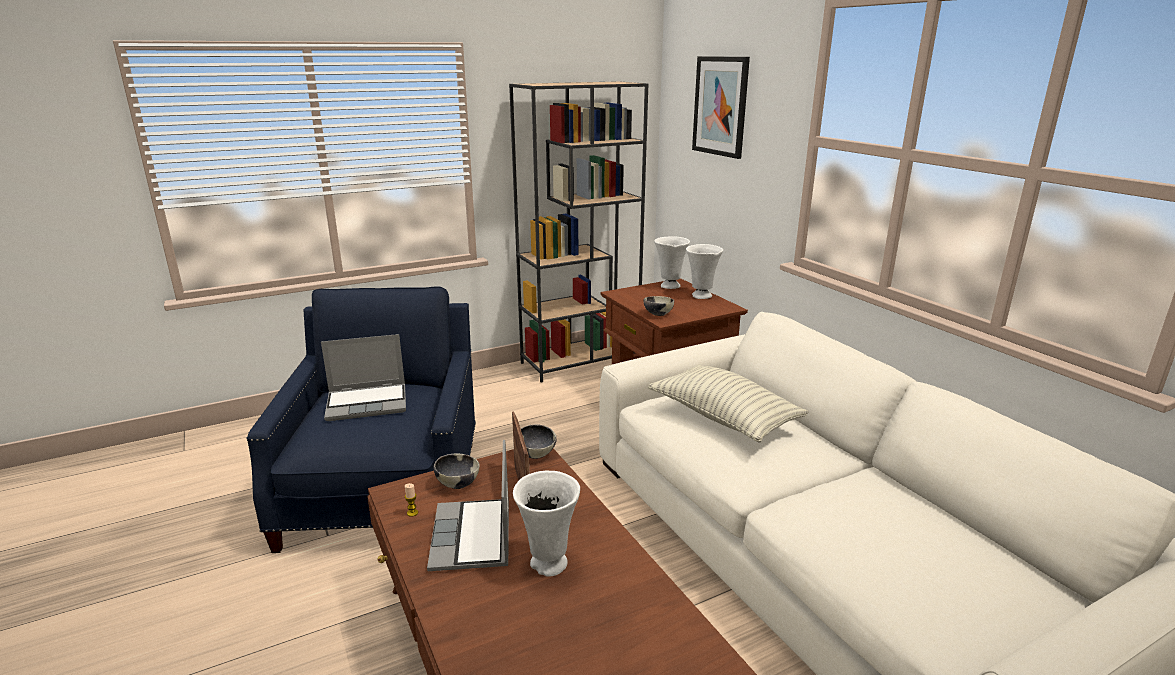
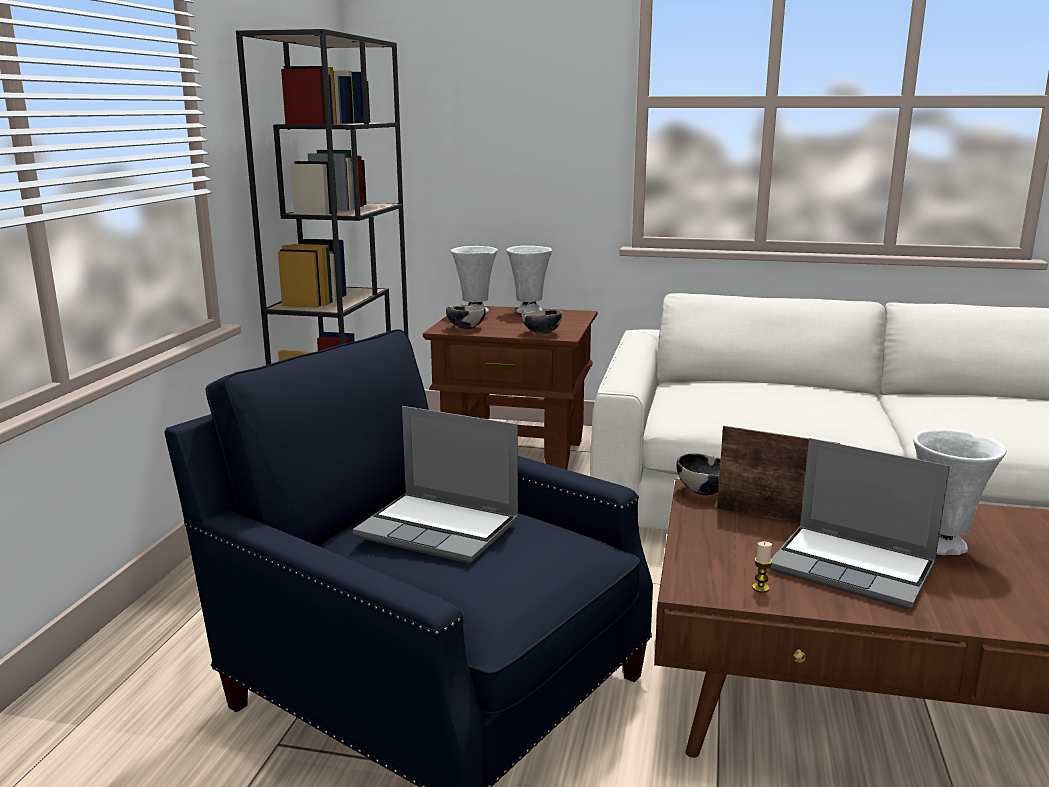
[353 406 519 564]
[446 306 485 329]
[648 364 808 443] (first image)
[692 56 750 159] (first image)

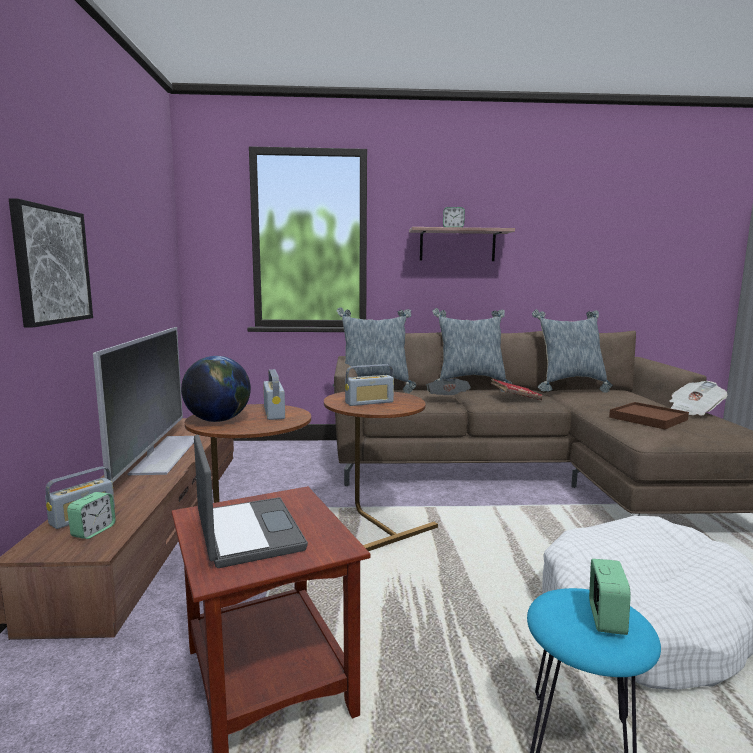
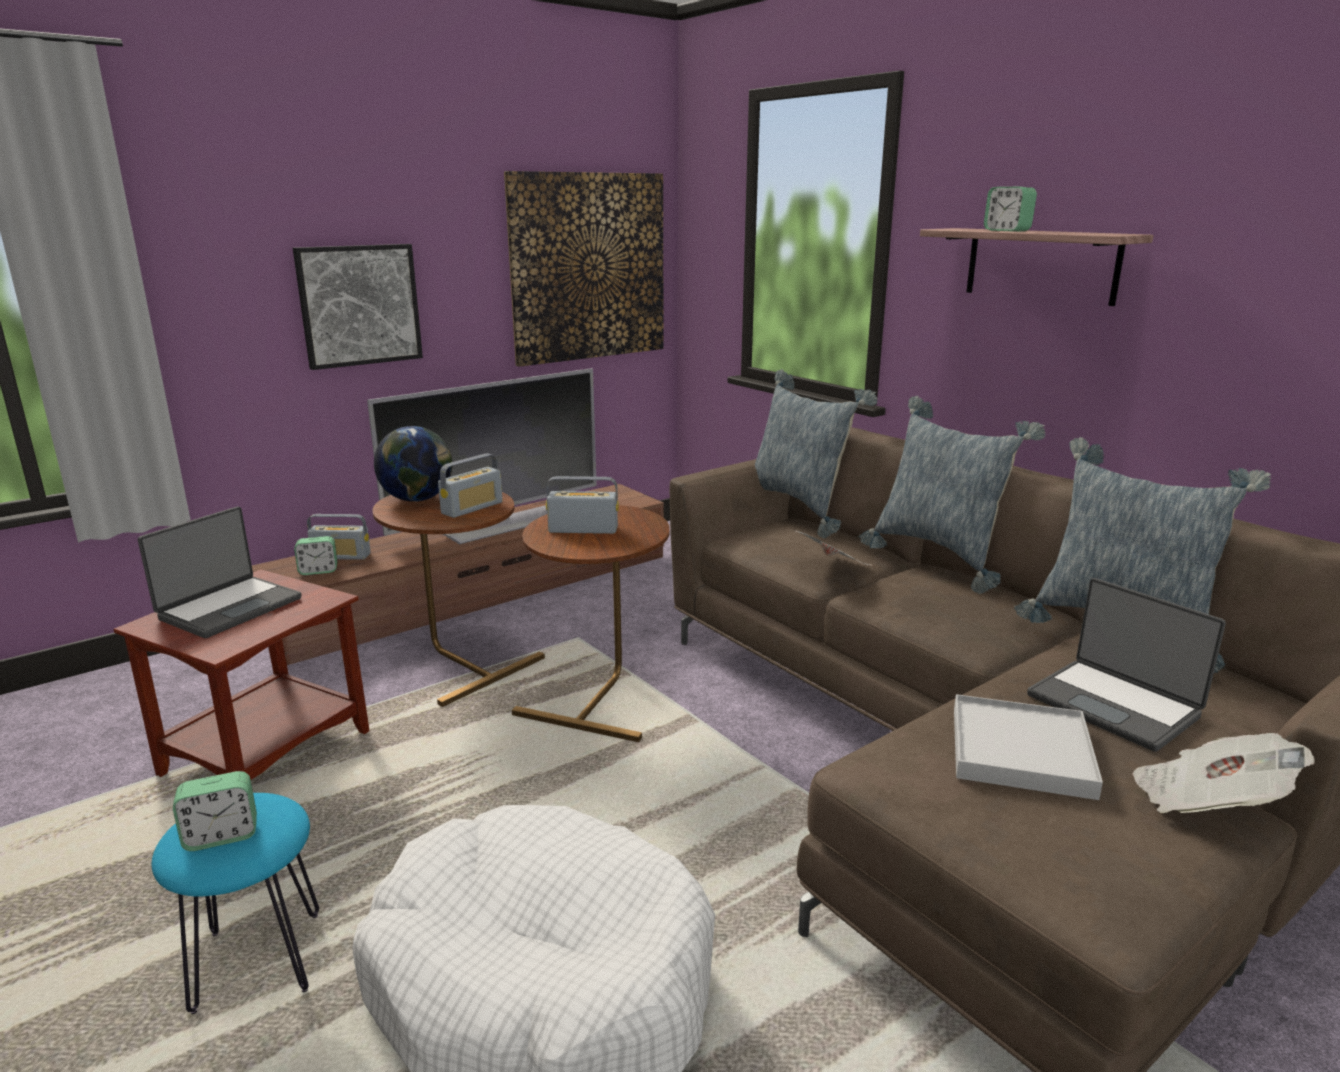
[504 171 664 367]
[546 476 619 534]
[954 694 1103 800]
[1027 578 1226 752]
[491 379 542 400] (first image)

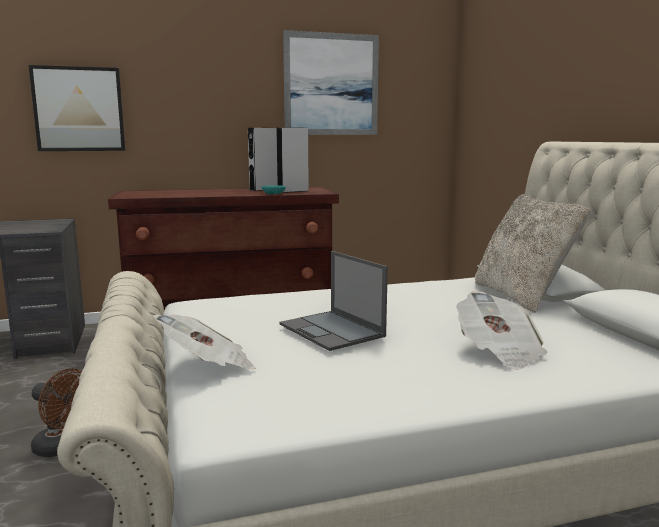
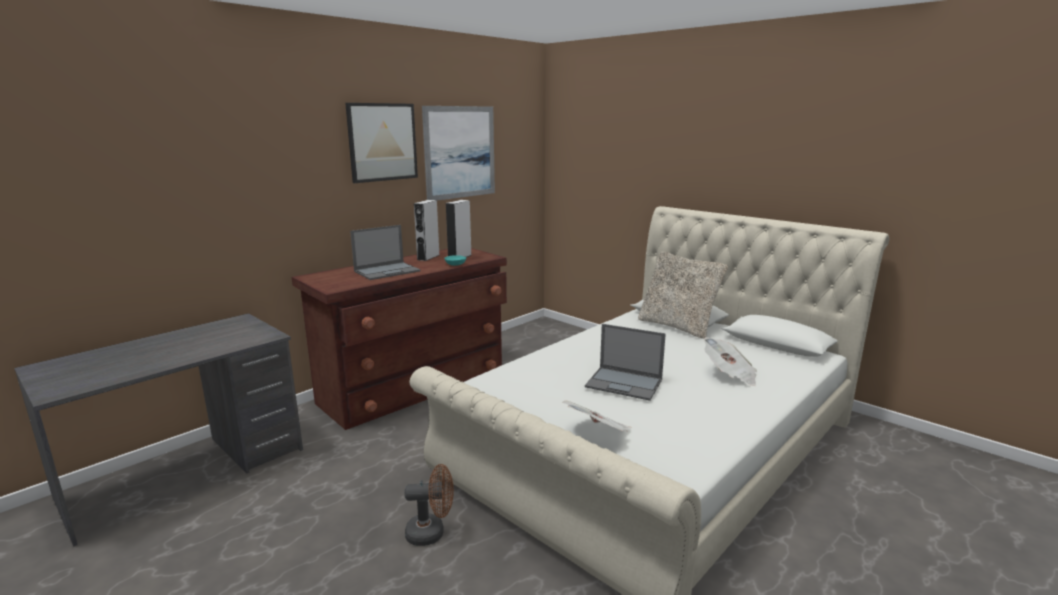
[345 103 418 183]
[350 225 421 280]

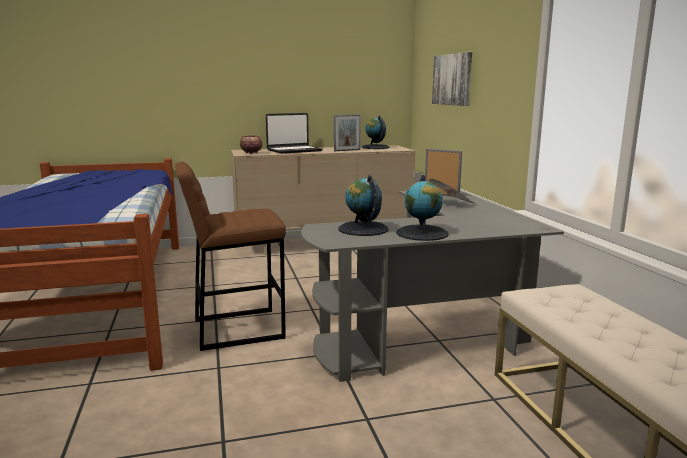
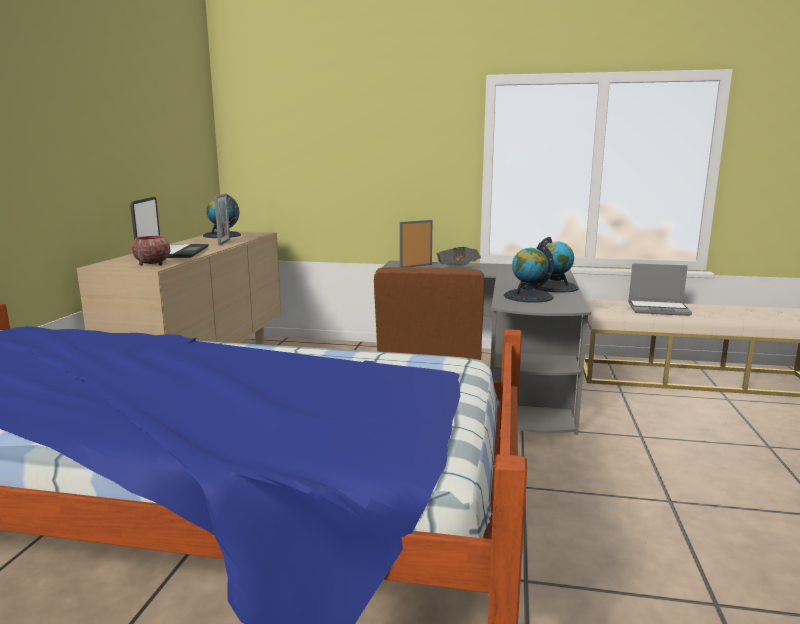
[628 263 692 316]
[432 52 472 106] (first image)

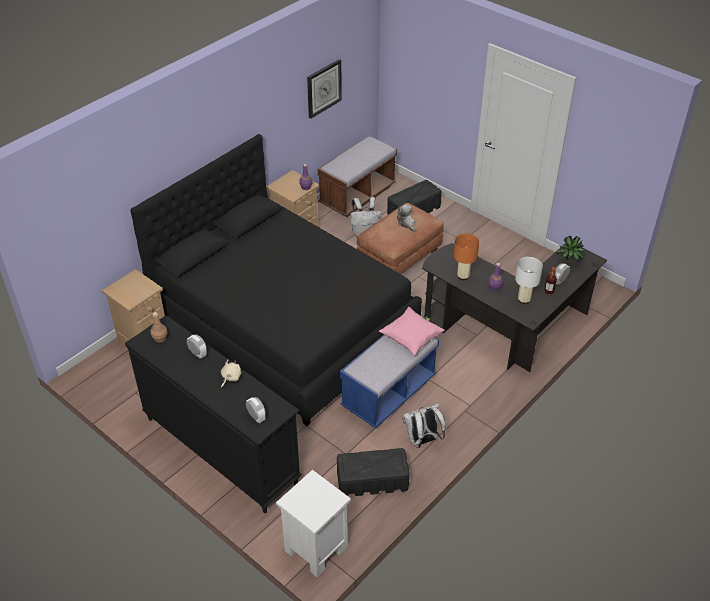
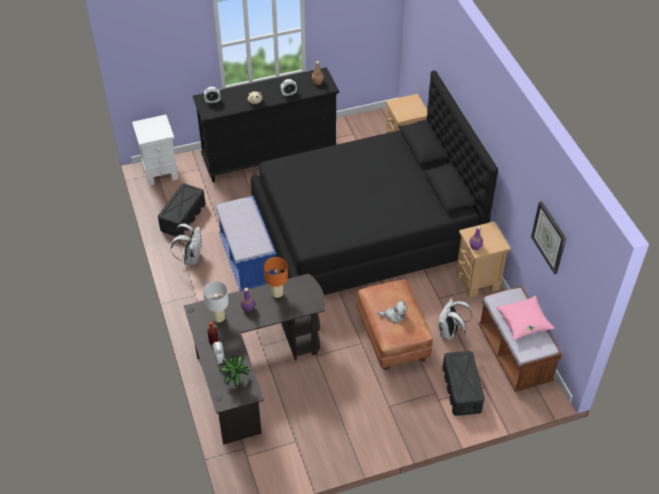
[496 295 555 340]

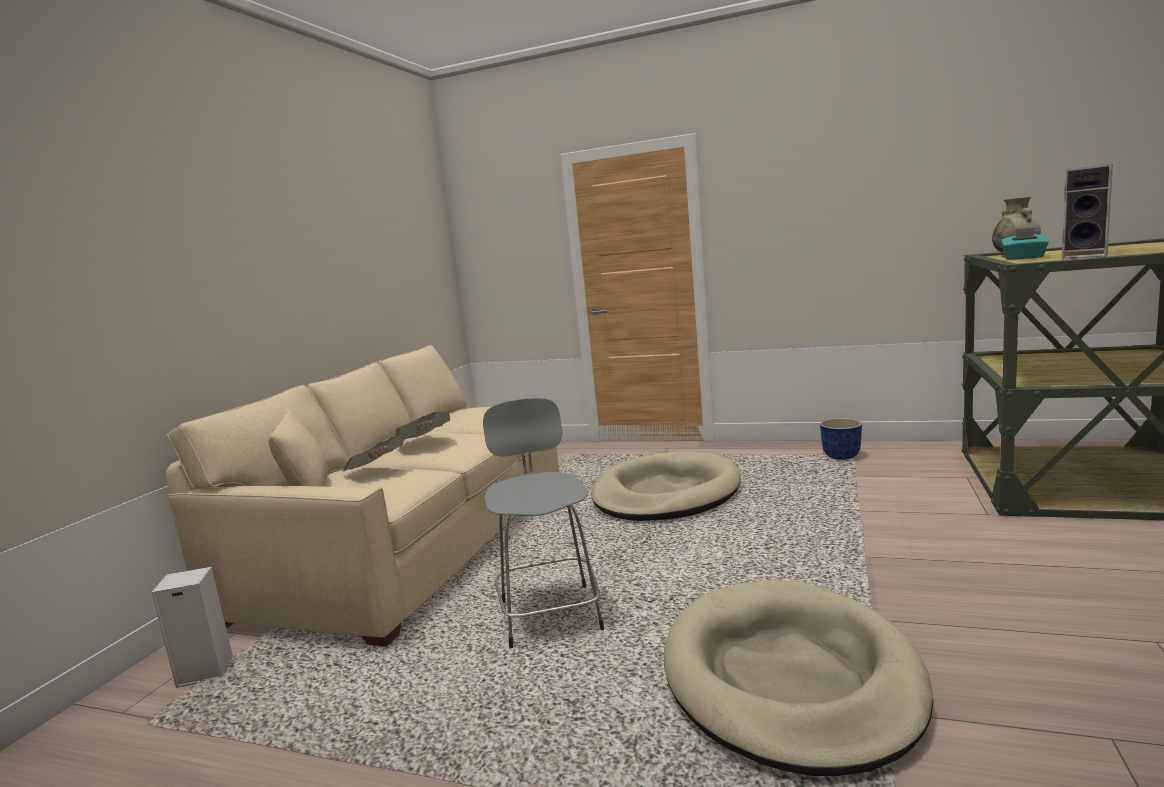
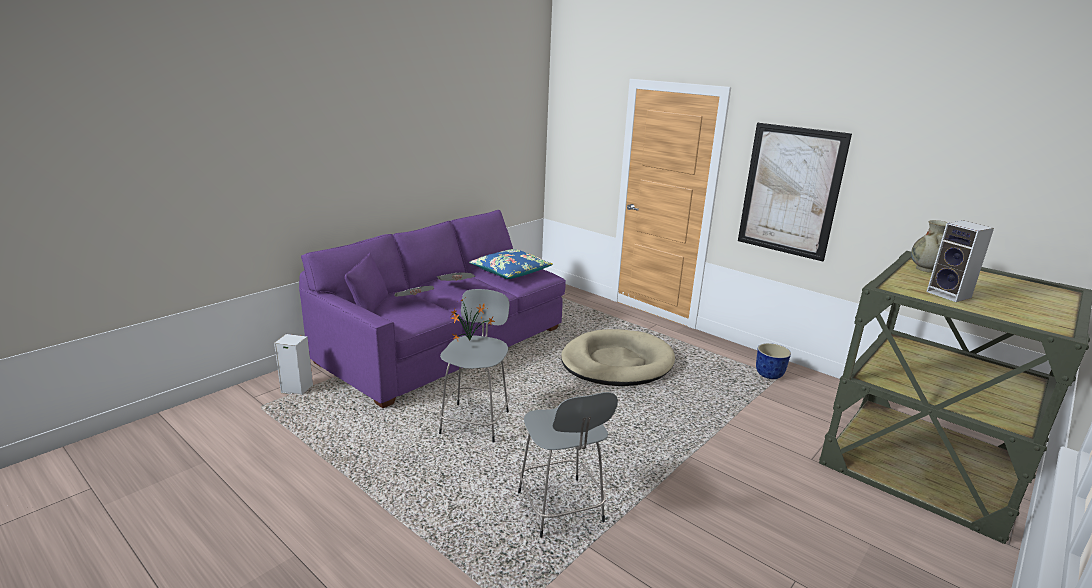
[299 210 566 408]
[450 299 495 341]
[469 249 553 279]
[518 392 618 538]
[738 123 852 262]
[1001 228 1049 260] (first image)

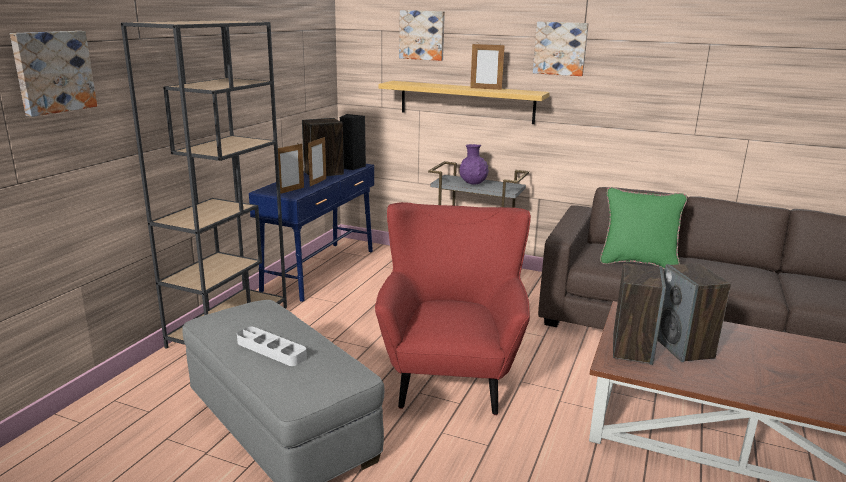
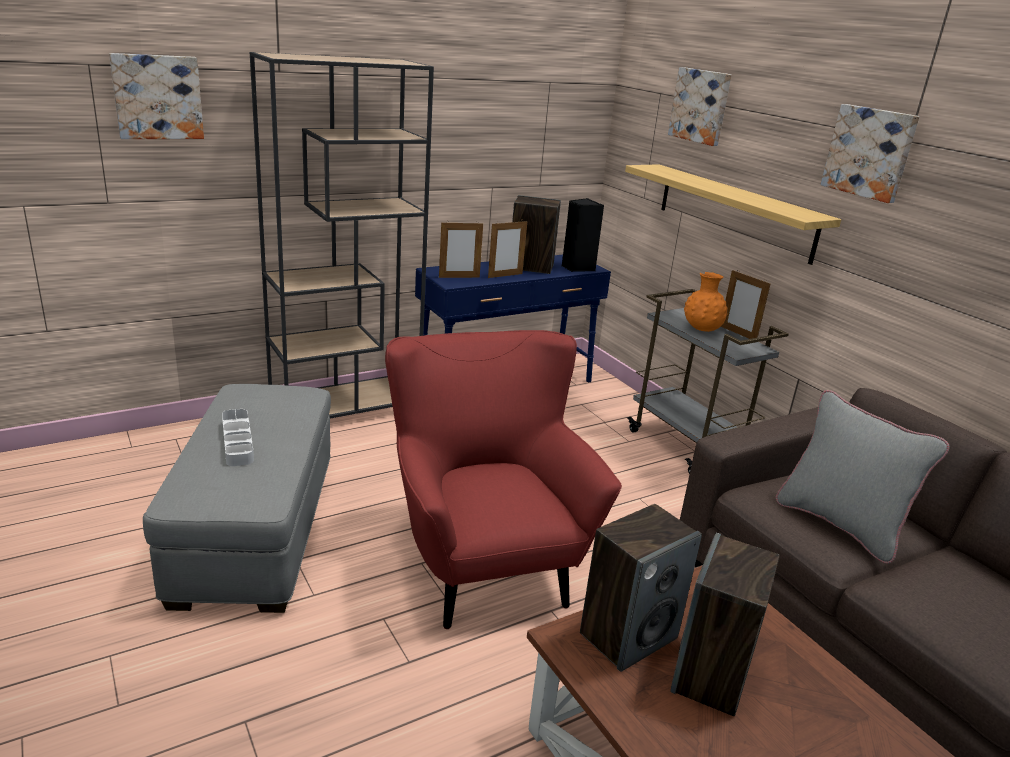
[385 330 622 629]
[684 272 728 332]
[721 270 770 339]
[775 390 949 564]

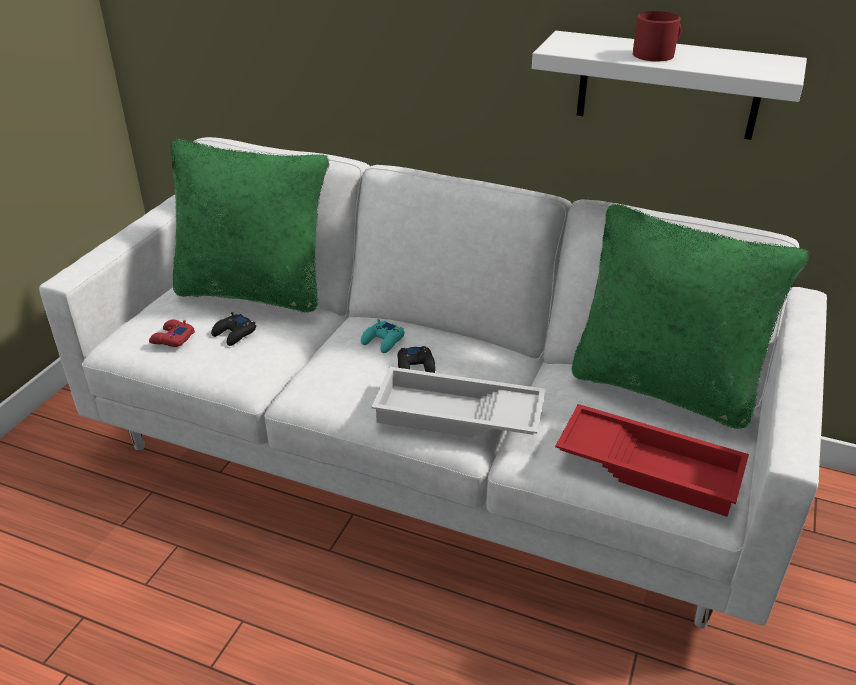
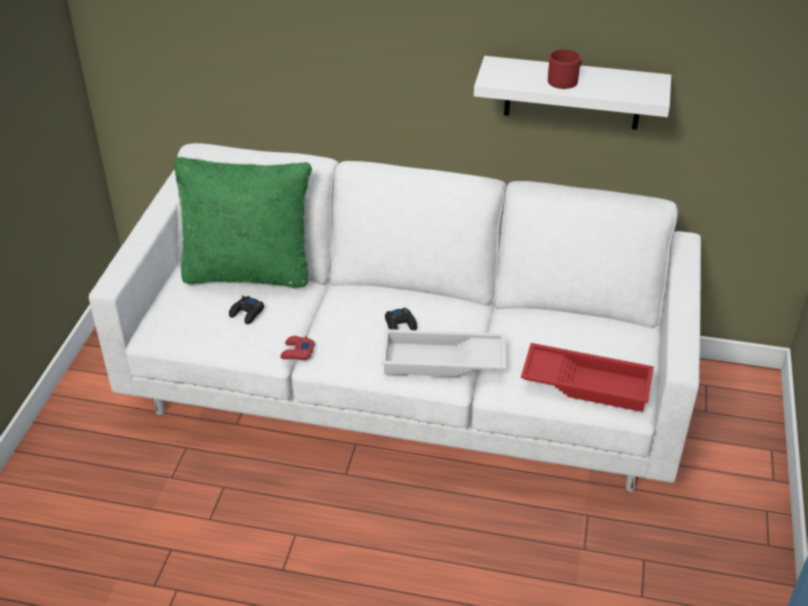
[280 336 315 360]
[361 319 405 353] (first image)
[571 203 810 430] (first image)

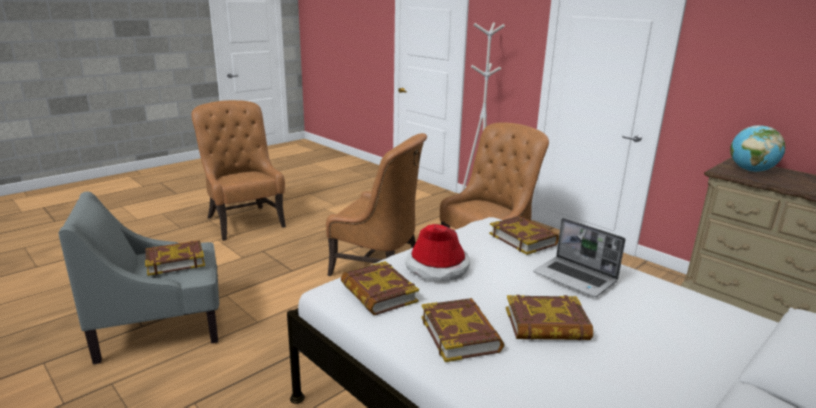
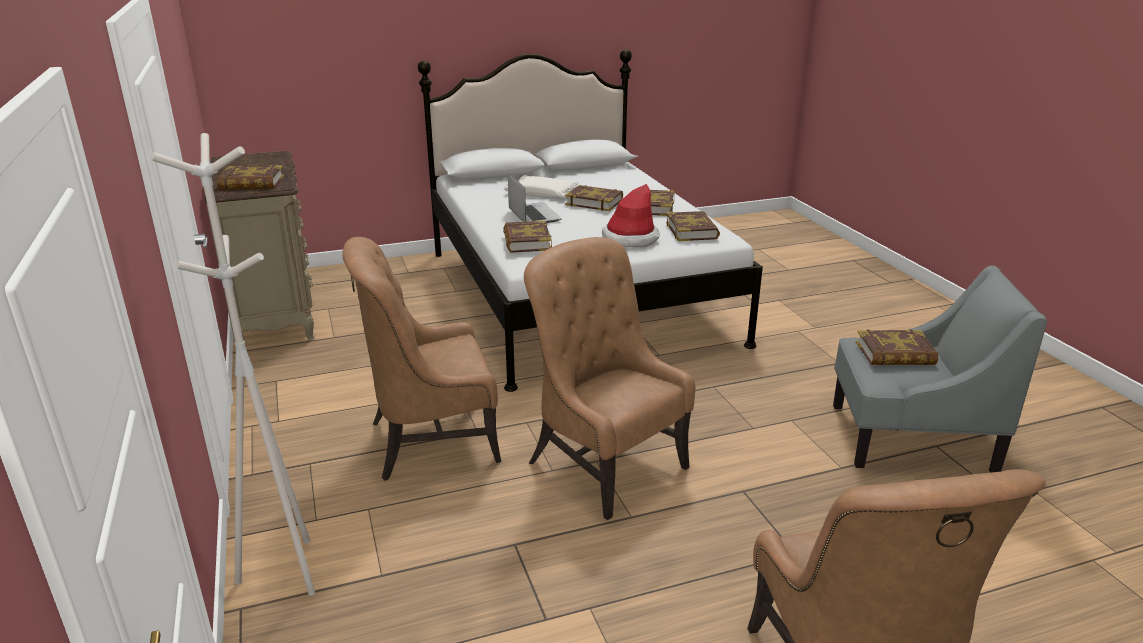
[217 165 284 189]
[504 175 581 198]

